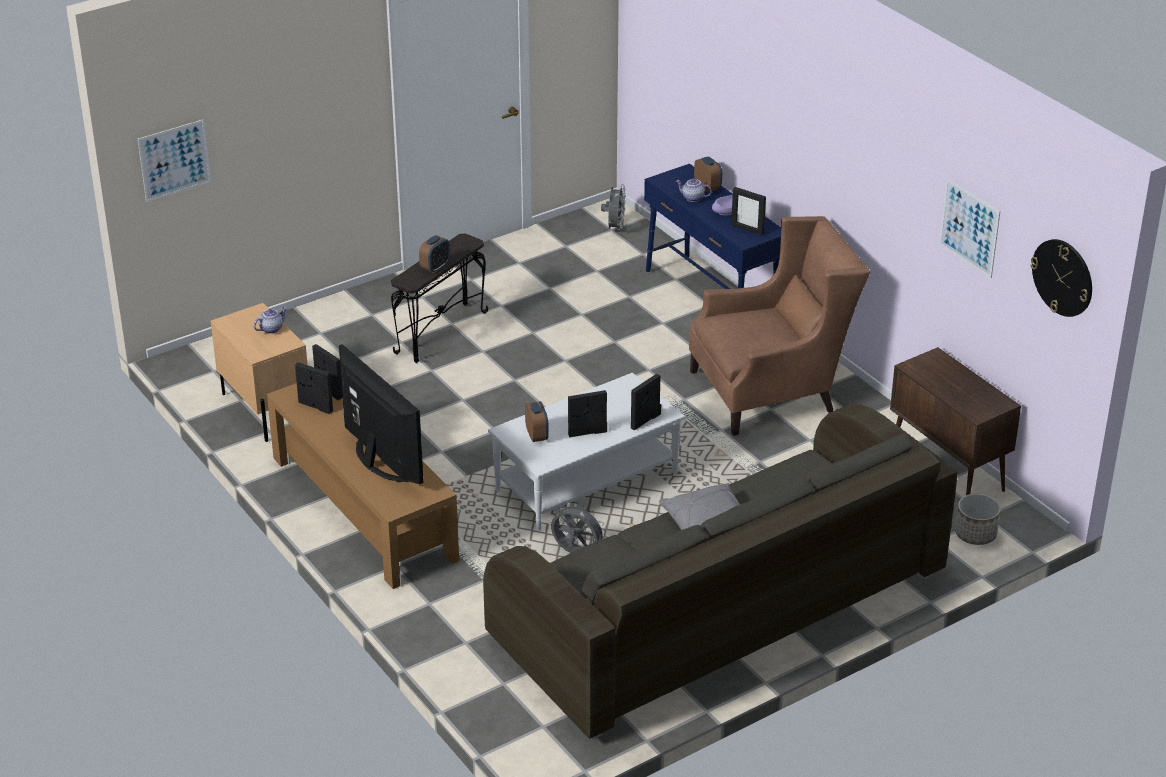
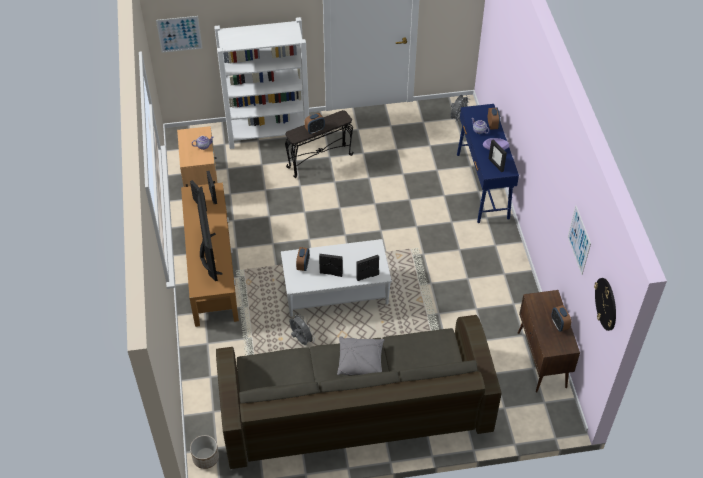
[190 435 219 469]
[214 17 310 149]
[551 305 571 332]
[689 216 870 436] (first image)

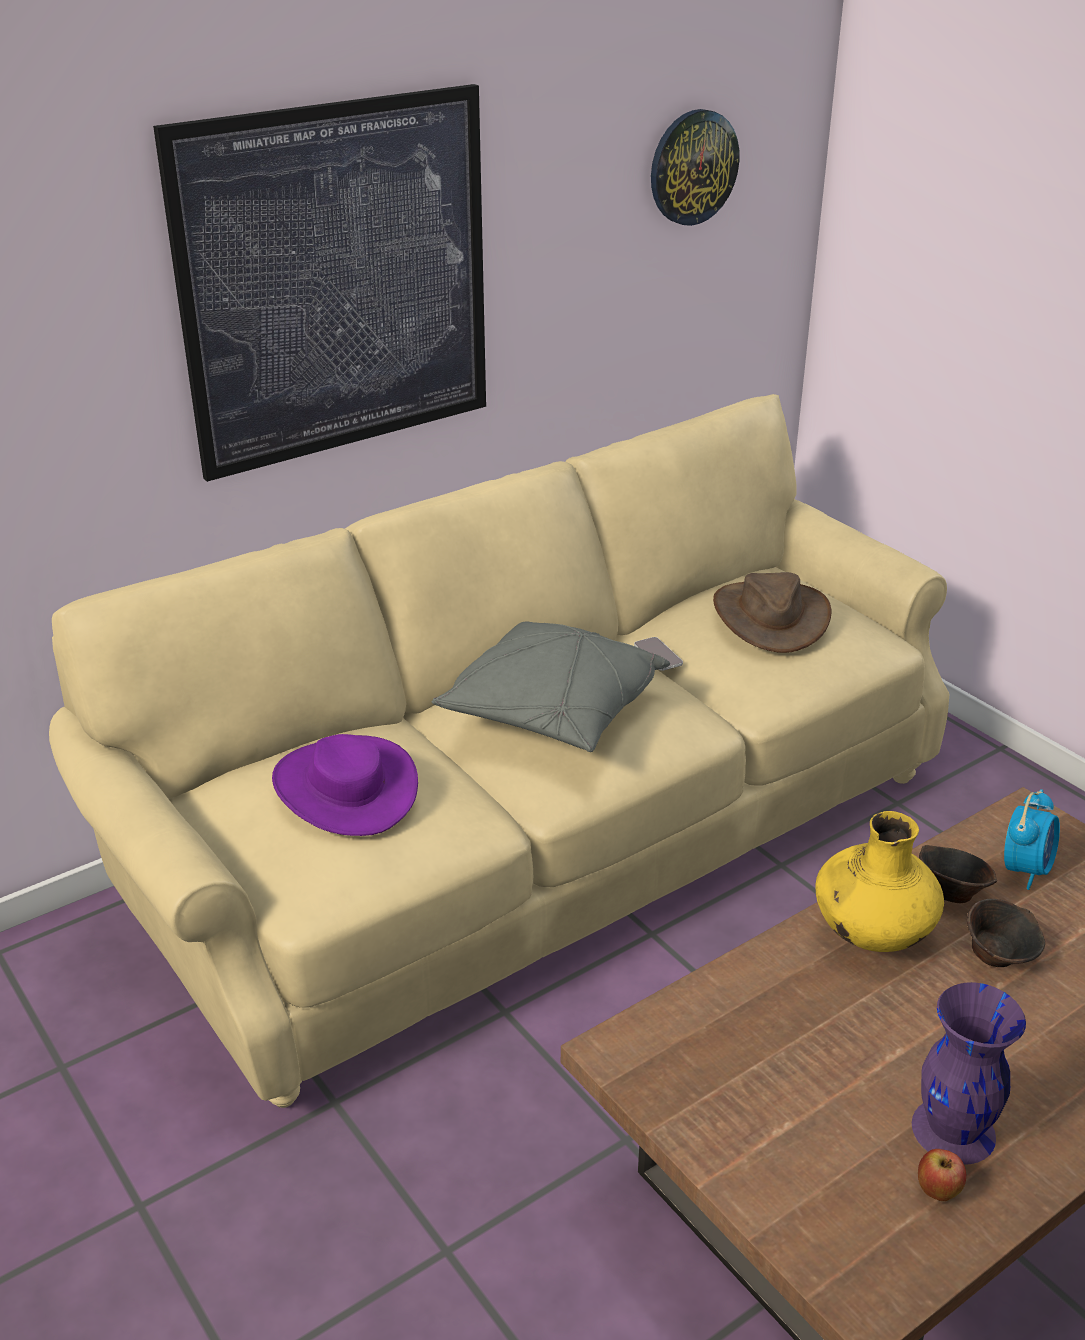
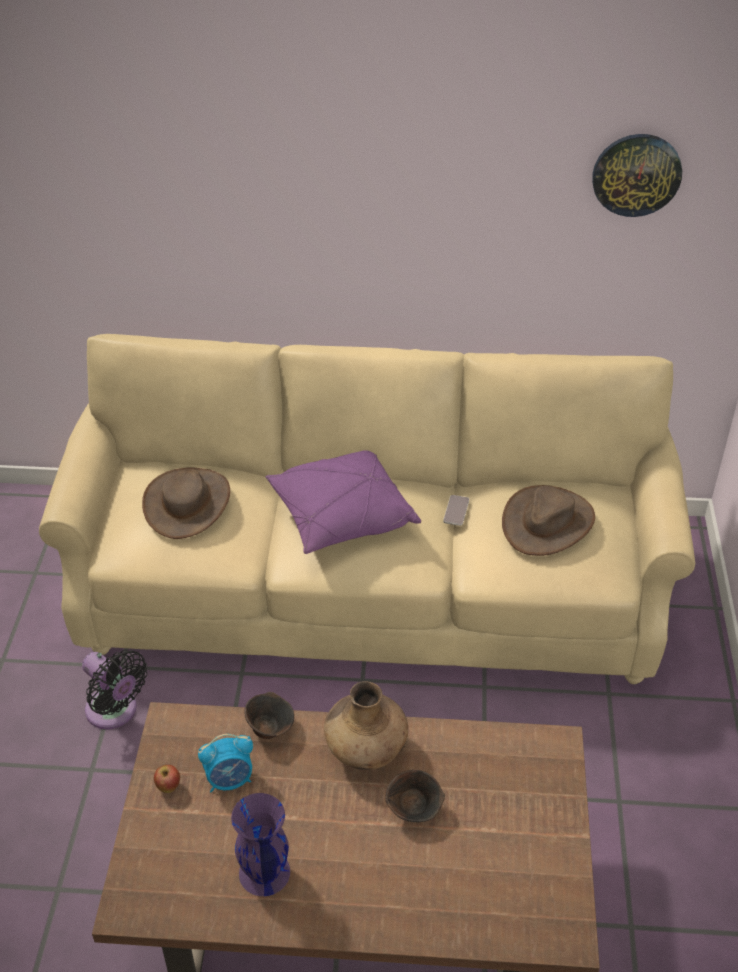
[82 650 147 729]
[142 467 230 539]
[154 765 180 793]
[198 734 253 793]
[244 692 294 739]
[265 450 421 554]
[324 681 408 770]
[153 84 486 482] (first image)

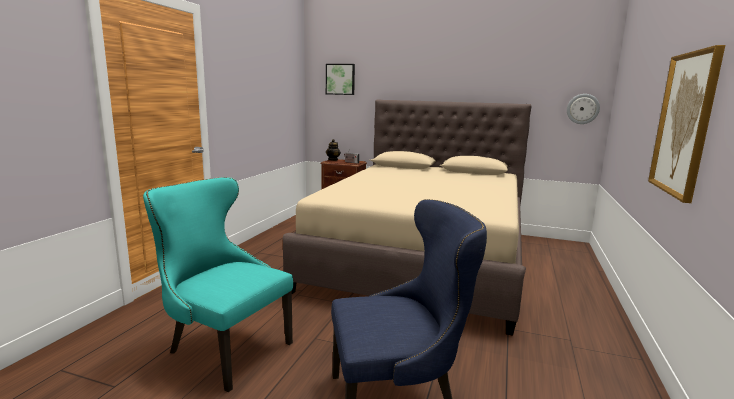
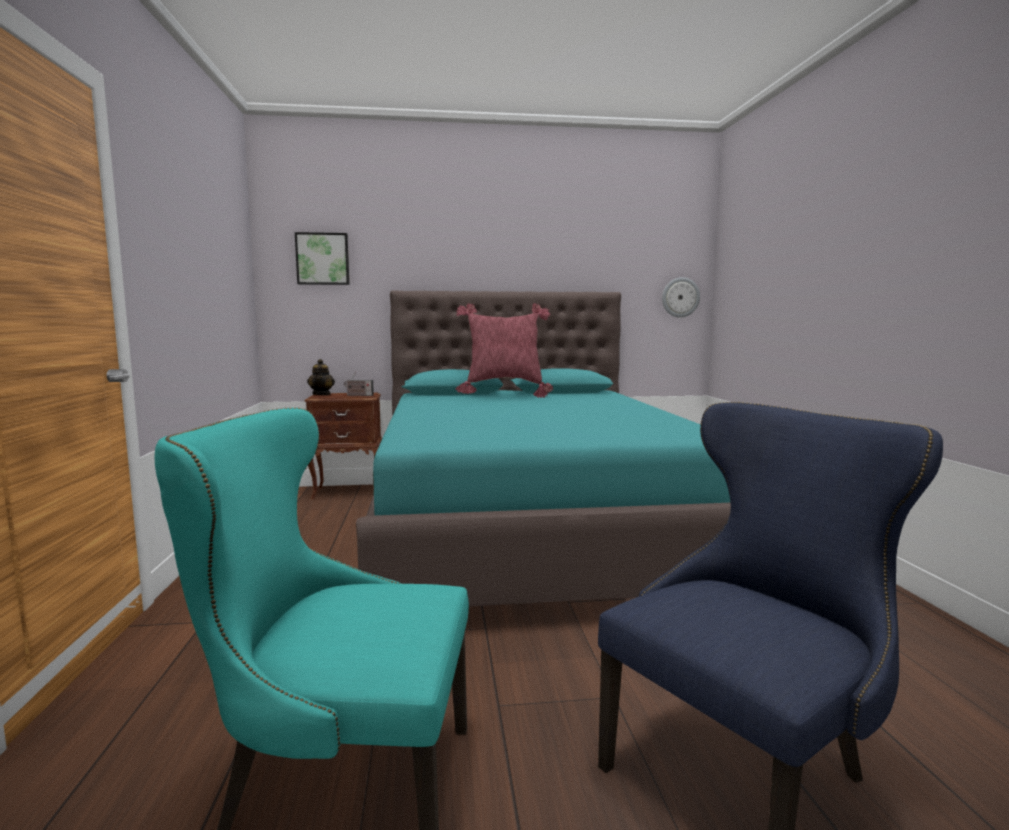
[356 291 731 606]
[455 303 553 398]
[648 45 725 203] (first image)

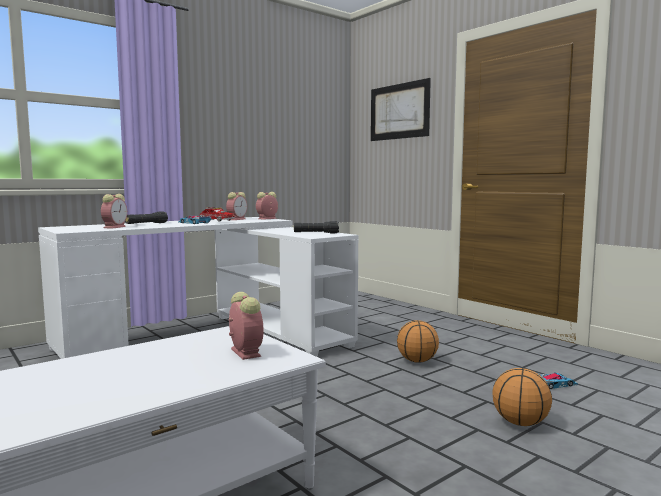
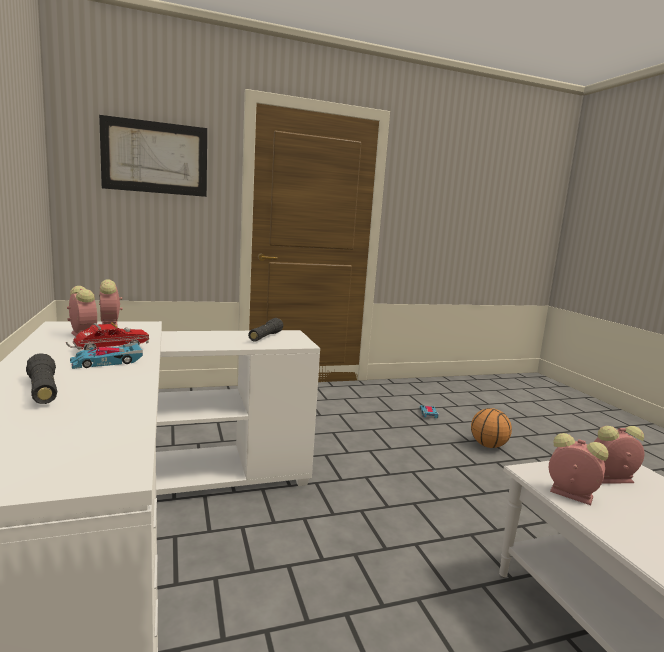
[549 433 608 505]
[397 320 439 363] (first image)

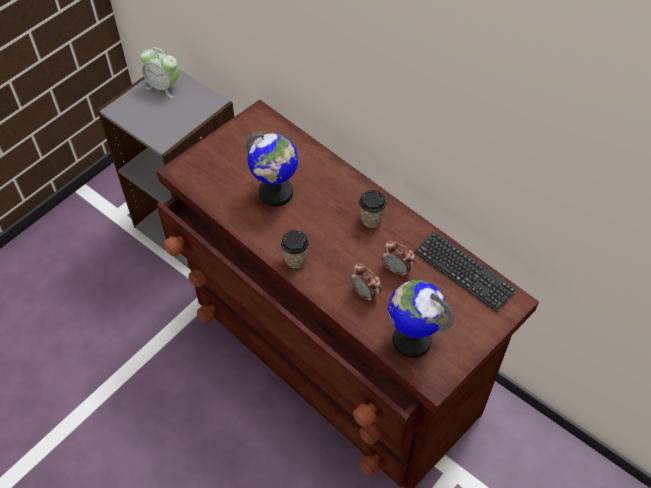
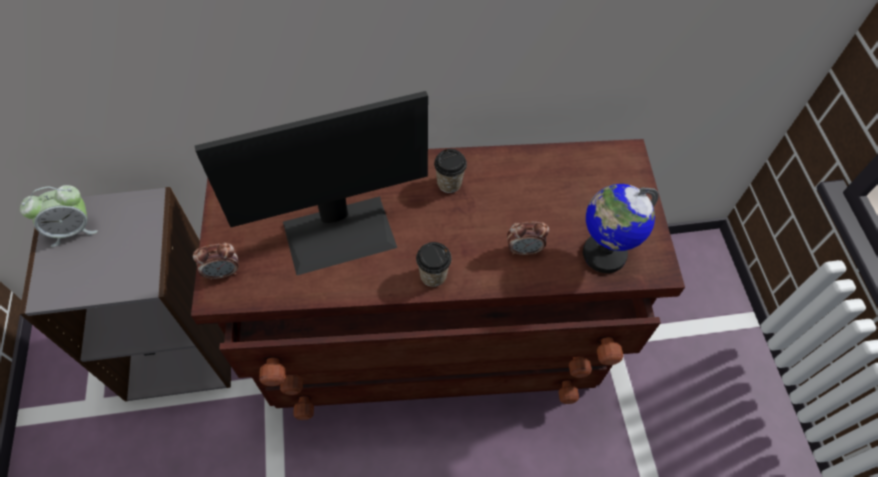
[193 242 238 280]
[195 91 428 275]
[414 232 517 312] (first image)

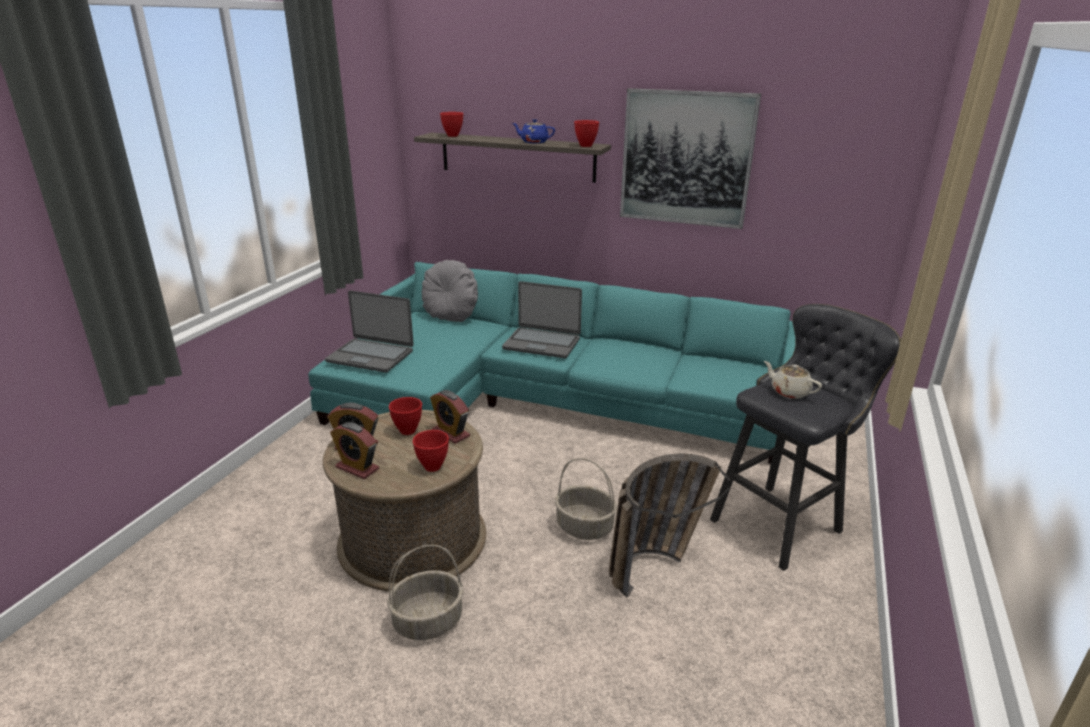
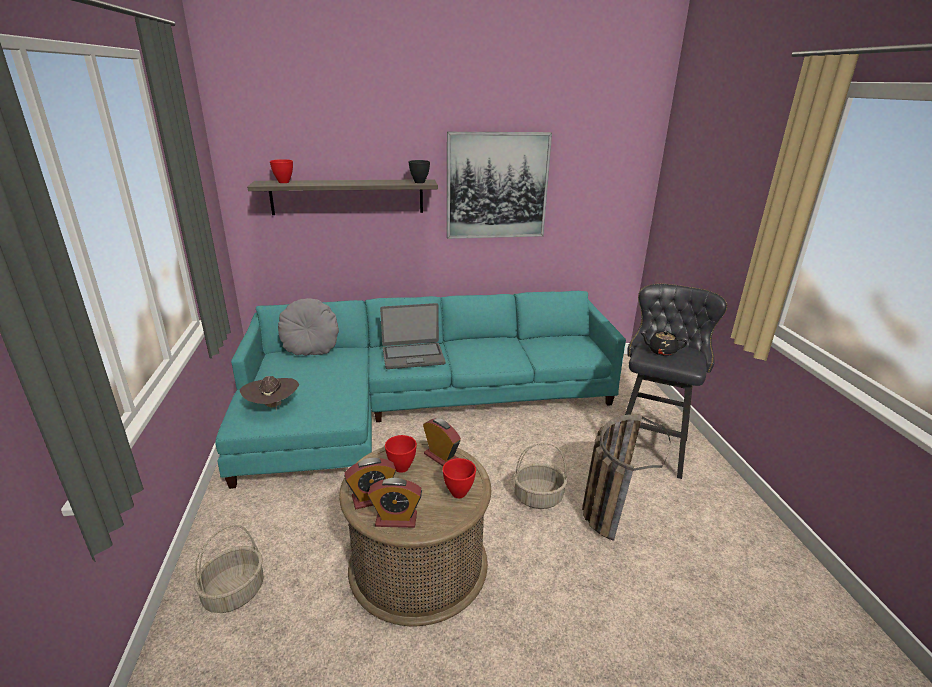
[194 525 264 613]
[239 376 299 411]
[409 160 430 183]
[423 418 461 466]
[641 331 687 356]
[512 119 555 143] (first image)

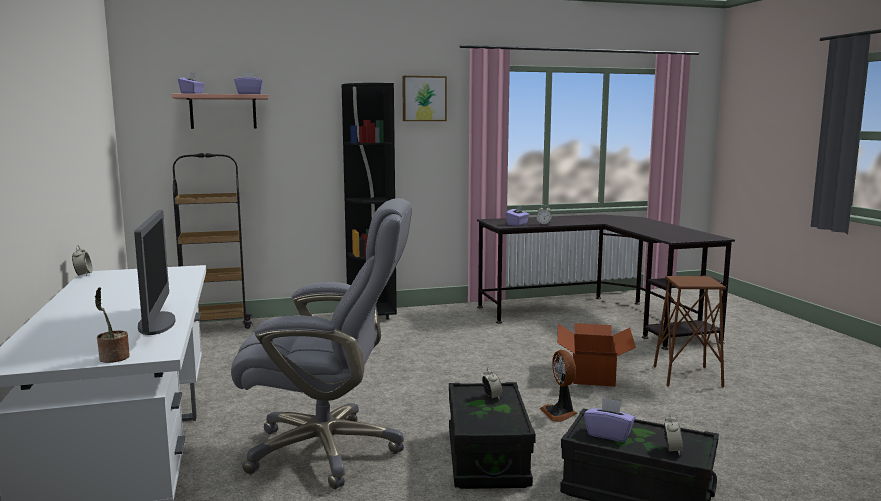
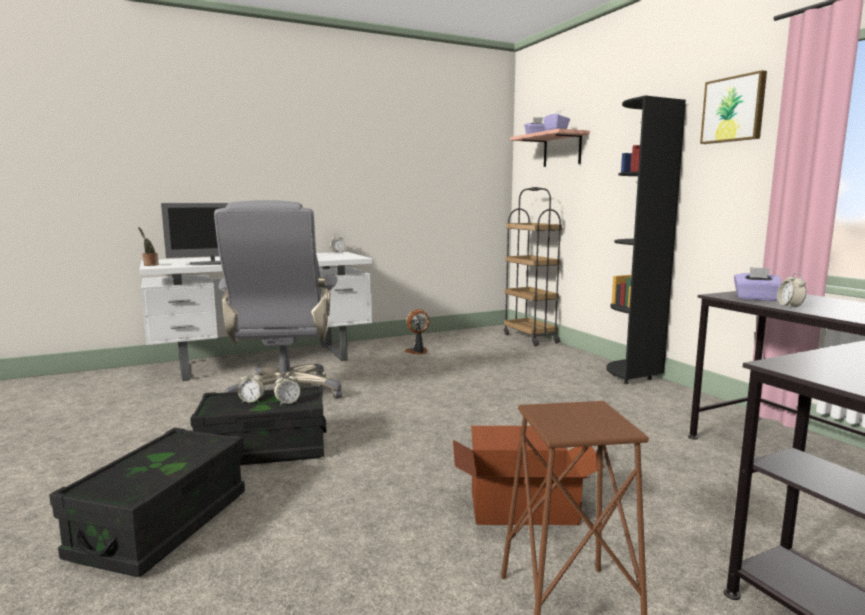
[238 370 265 403]
[404 309 430 355]
[584 397 635 442] (first image)

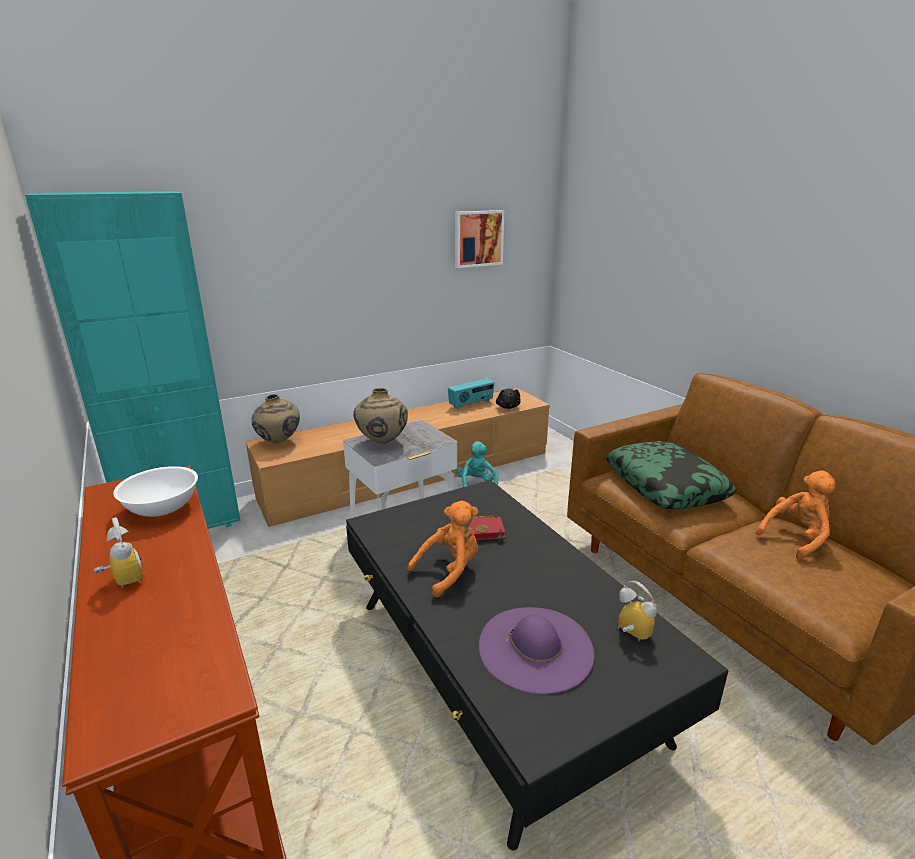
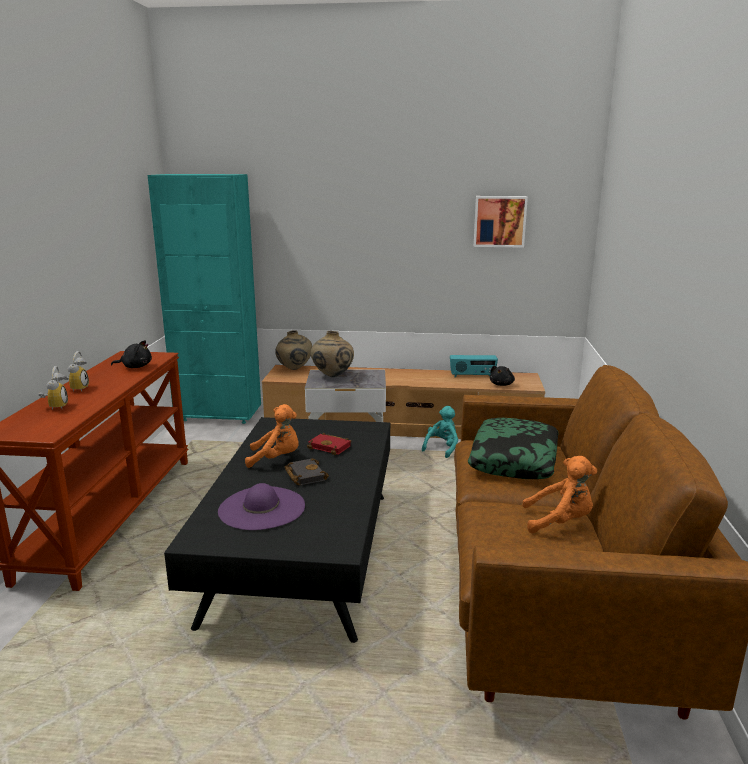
[38 366 68 410]
[111 340 152 368]
[285 458 329 485]

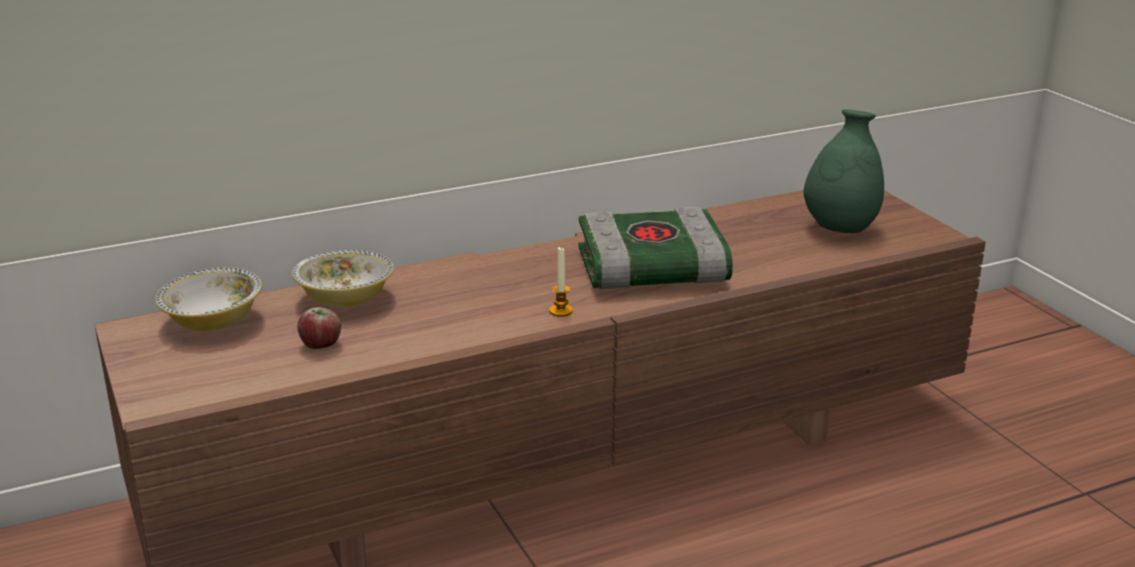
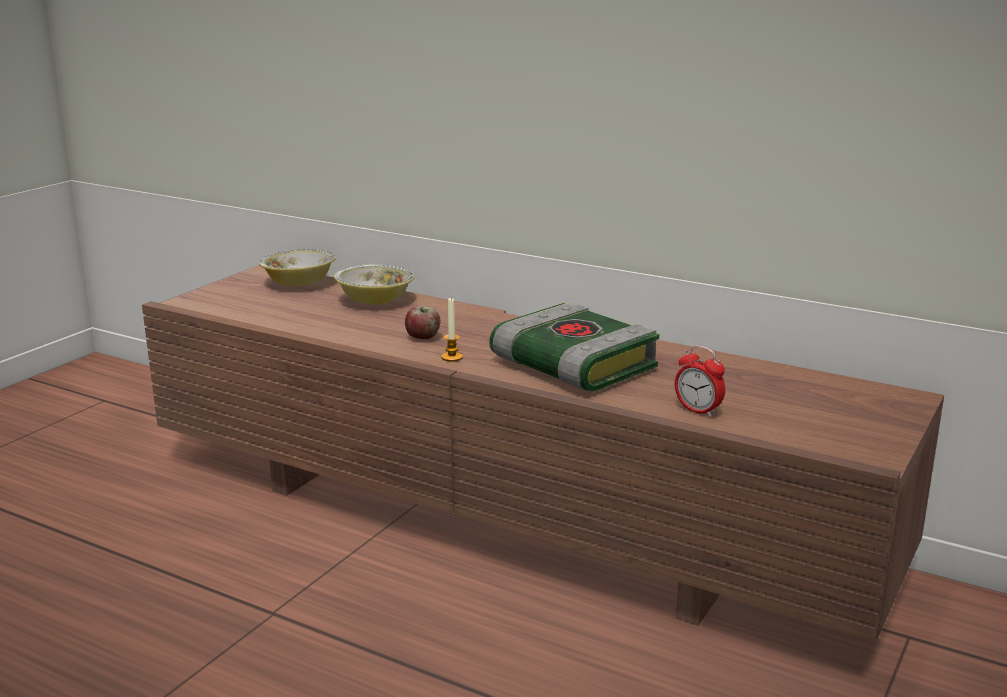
[405 306 440 339]
[675 345 725 417]
[803 109 884 233] (first image)

